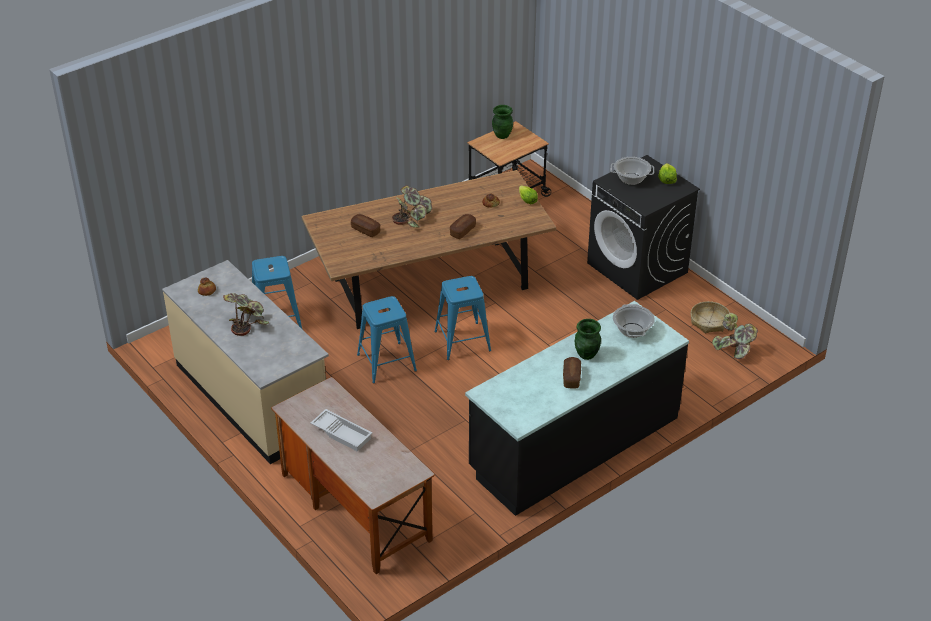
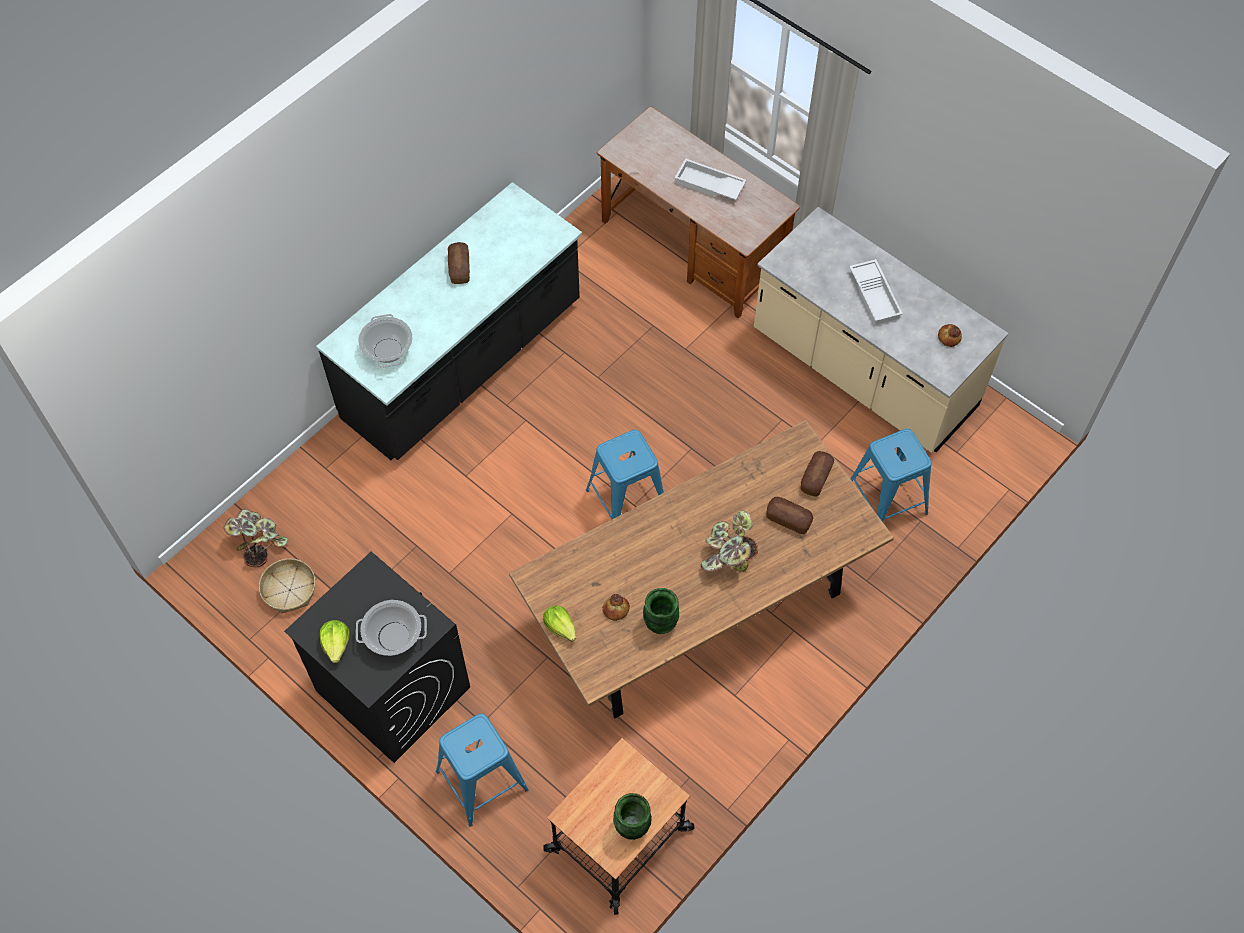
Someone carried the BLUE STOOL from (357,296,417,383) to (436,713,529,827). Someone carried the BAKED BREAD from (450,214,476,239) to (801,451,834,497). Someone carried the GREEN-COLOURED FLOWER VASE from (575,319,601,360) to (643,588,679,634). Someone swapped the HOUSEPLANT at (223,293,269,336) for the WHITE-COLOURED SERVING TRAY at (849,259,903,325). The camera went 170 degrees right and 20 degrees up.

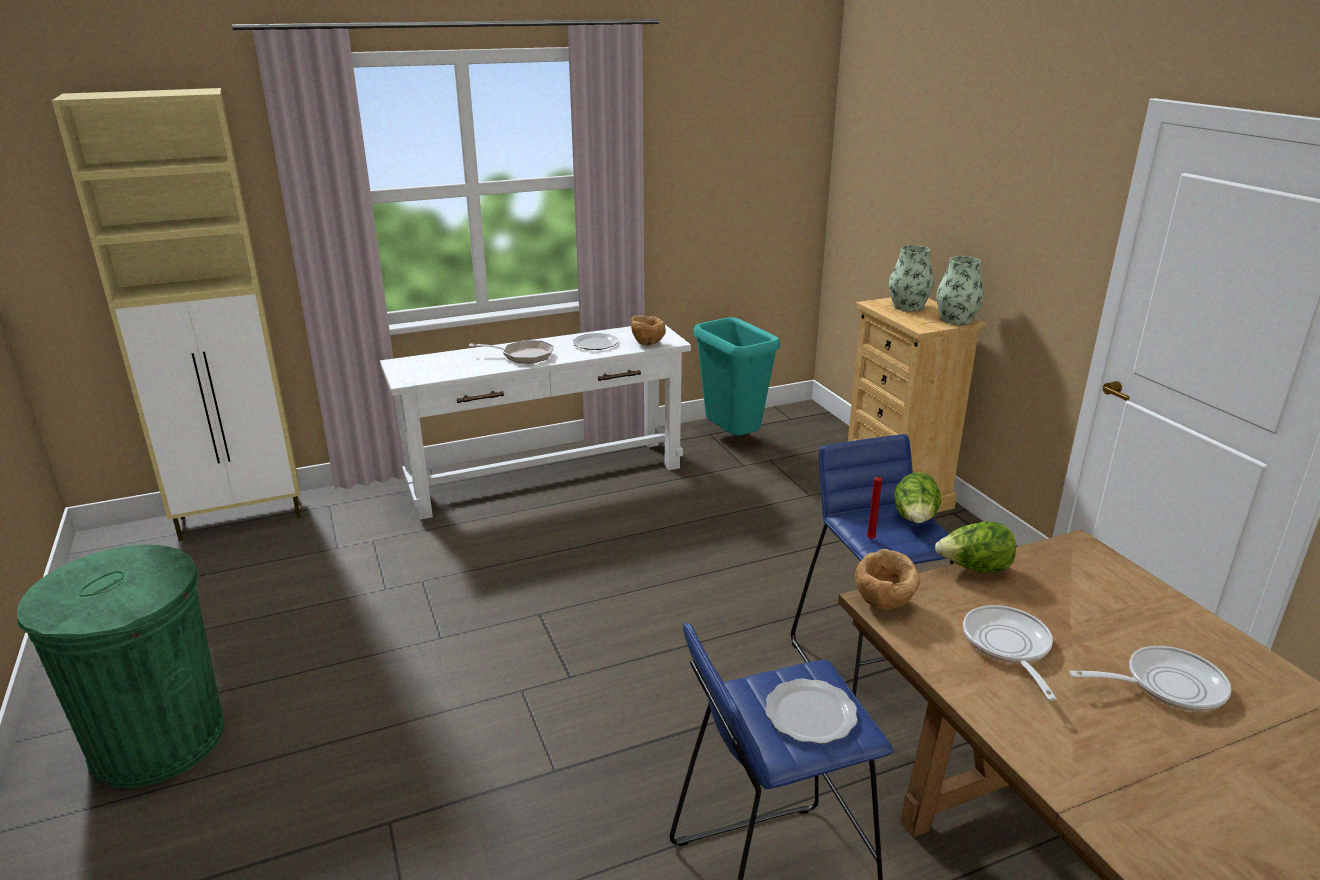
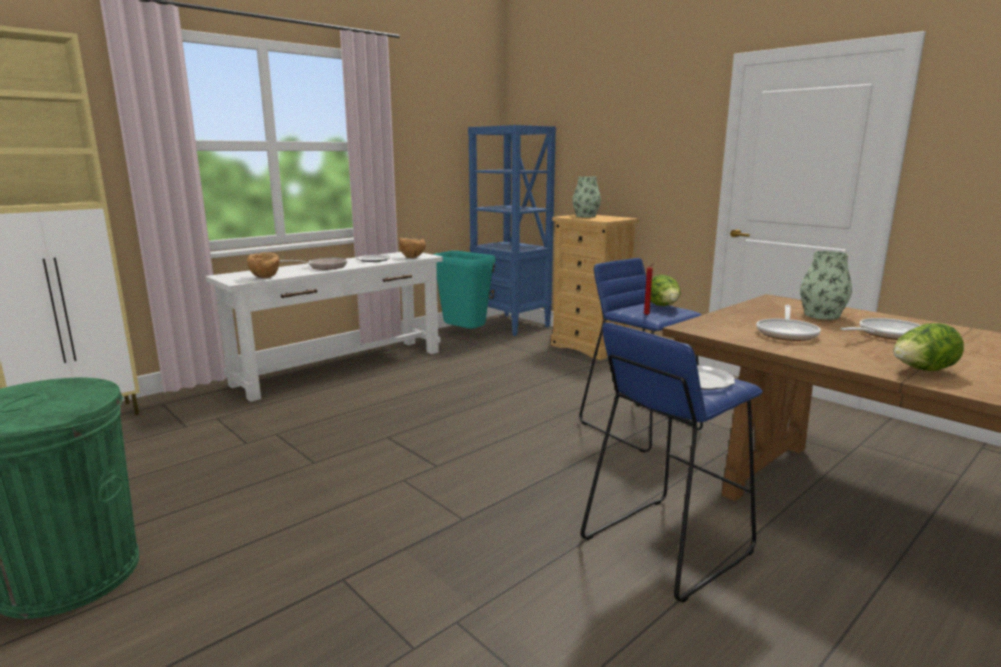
Someone put down the BLUE BOOKSHELF at (468,125,556,336). Someone carried the BROWN SERVING BOWL from (855,549,920,610) to (247,252,280,278). Someone carried the LETTUCE from (935,521,1016,573) to (893,323,964,371). Someone carried the FLOWER VASE from (936,256,984,325) to (800,251,852,320). Someone rotated the FRYING PAN at (963,605,1057,701) by 135 degrees counterclockwise. The camera went 20 degrees left and 10 degrees down.

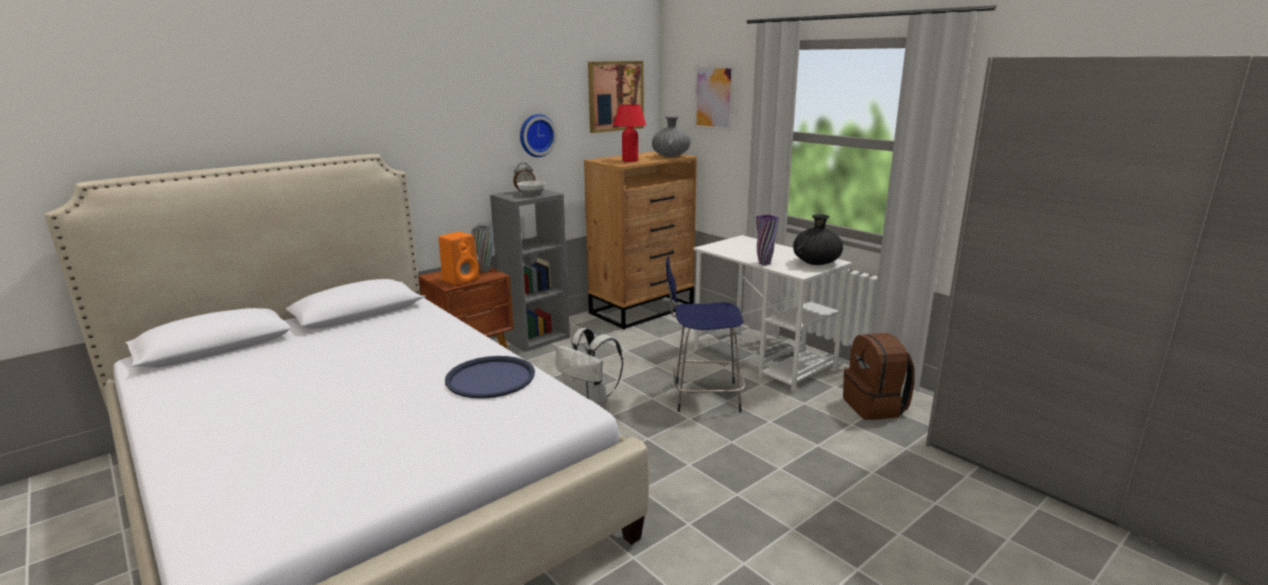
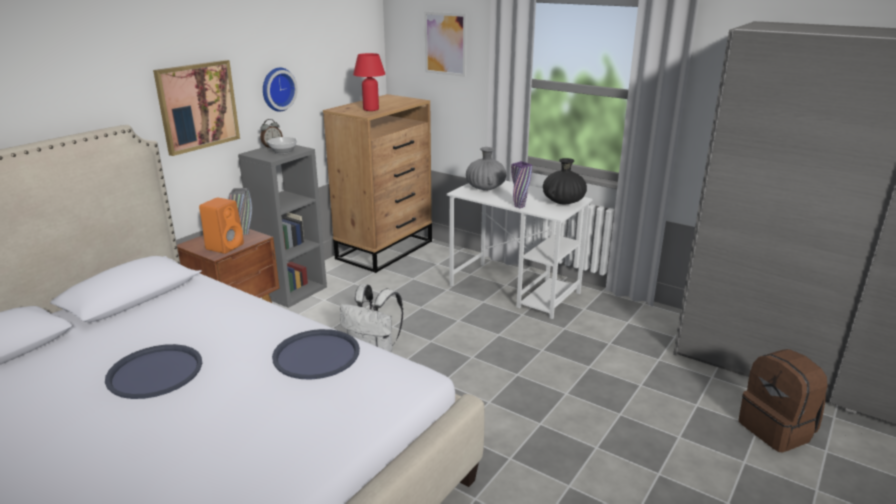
Someone took away the BLUE STOOL at (666,257,745,413). Someone put down the BLUE SERVING TRAY at (105,344,202,399). Someone carried the WALL ART from (588,61,644,133) to (153,60,240,156). Someone carried the GRAY FLOWER VASE from (652,116,690,157) to (466,147,506,191). Someone carried the BROWN RUCKSACK from (843,333,915,420) to (738,349,828,453). The camera went 15 degrees left and 5 degrees up.

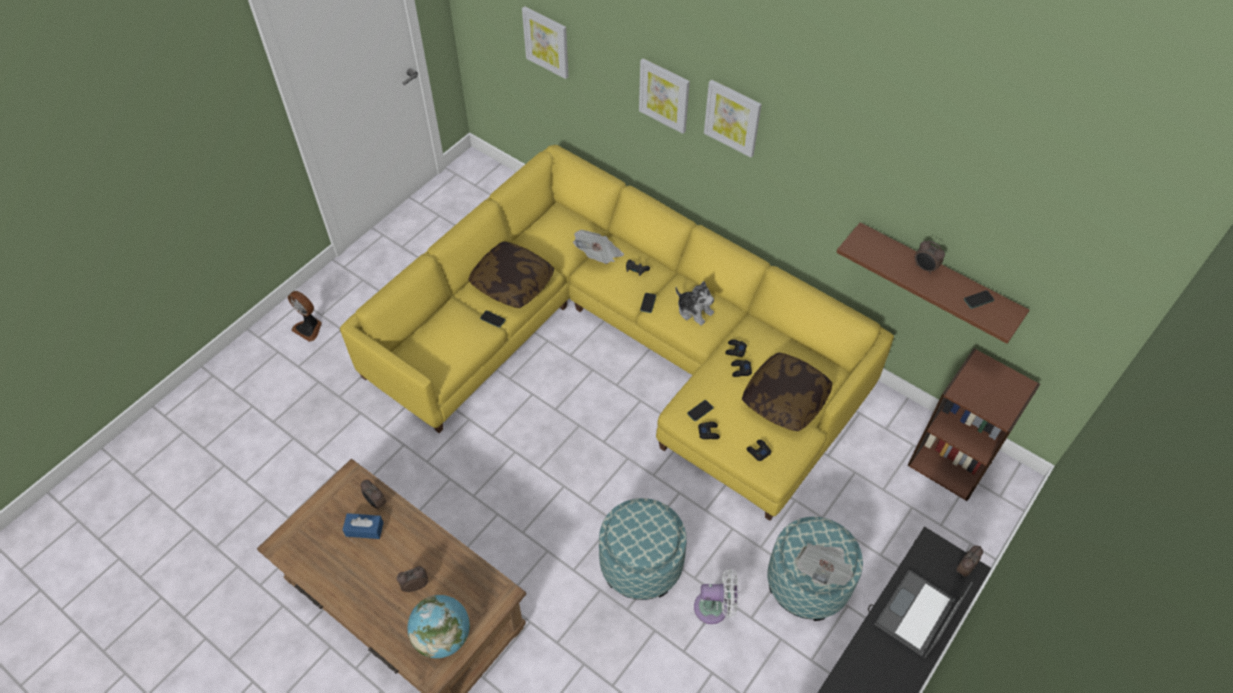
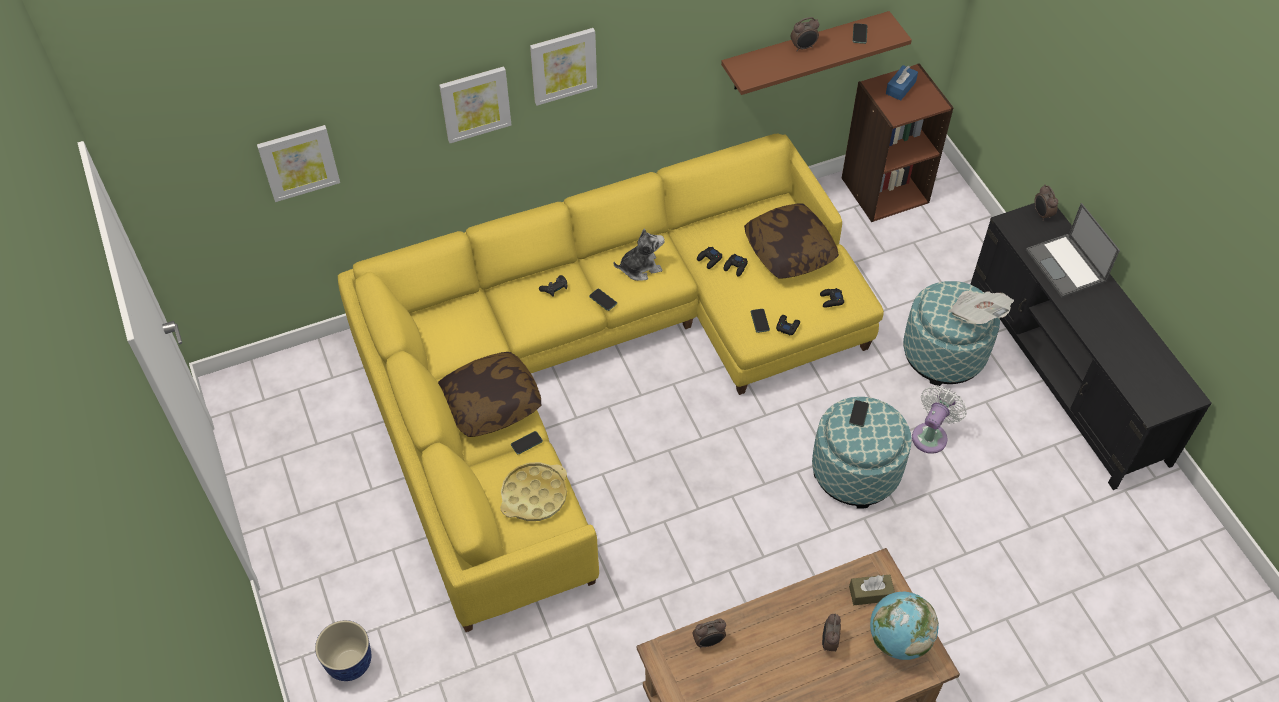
Someone took away the NEWSPAPER at (573,230,624,264). Someone put down the YELLOW SERVING TRAY at (500,462,567,521). Someone put down the HANDSET at (849,400,869,427). Someone put down the BROWN TISSUE BOX at (849,574,895,605). Someone carried the BLUE TISSUE BOX from (342,513,384,539) to (886,65,918,101). Someone swapped the COOLING FAN at (288,291,322,342) for the PLANT POT at (315,620,371,681). The camera went 60 degrees left and 0 degrees up.

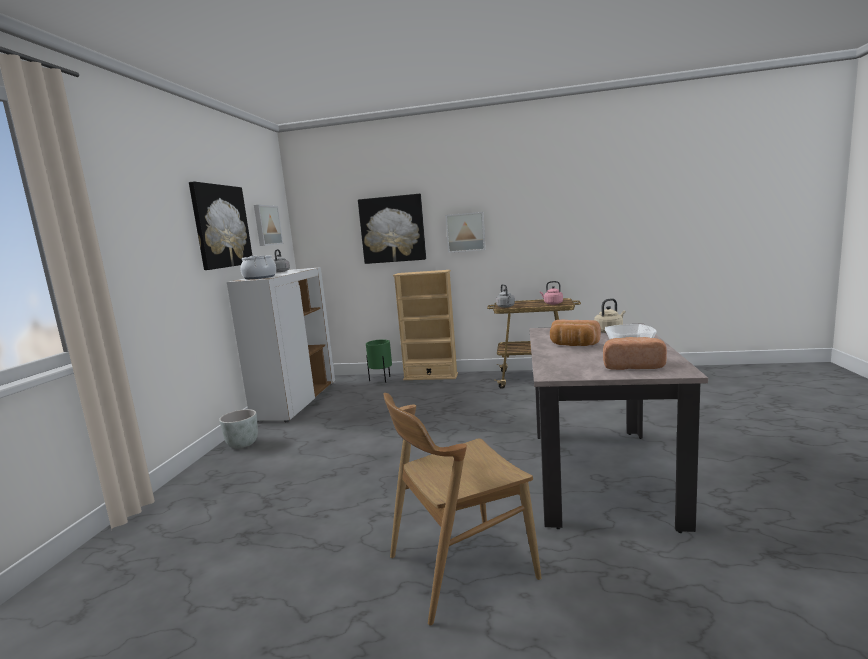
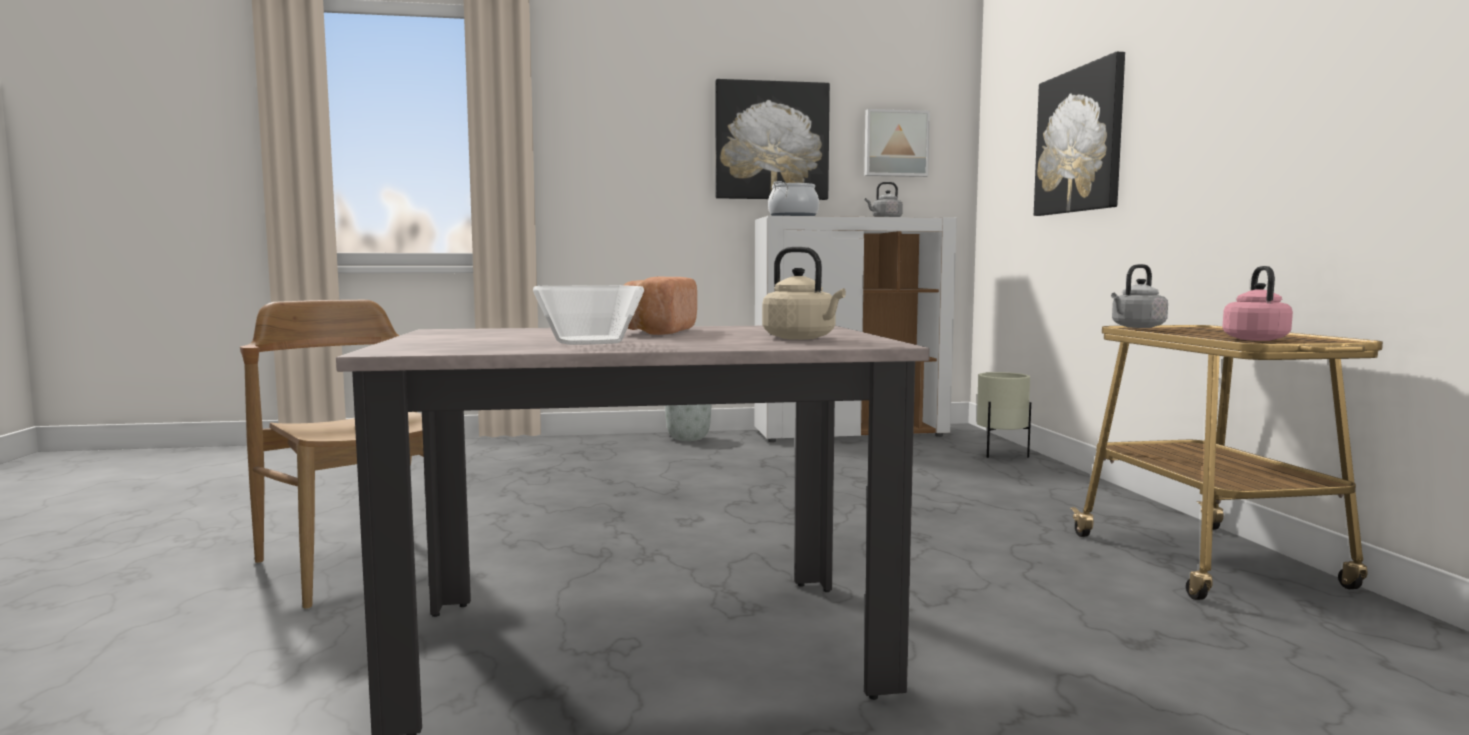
Someone took away the BEIGE-COLOURED BOOKSHELF at (393,270,458,380). Someone took away the WALL ART at (445,212,486,253). Someone took away the BAKED BREAD at (603,337,667,370). Someone repainted the GREEN-COLOURED PLANT POT at (366,339,392,383), which became the BEIGE-COLOURED PLANT POT at (977,372,1031,458). The camera went 70 degrees right and 5 degrees down.

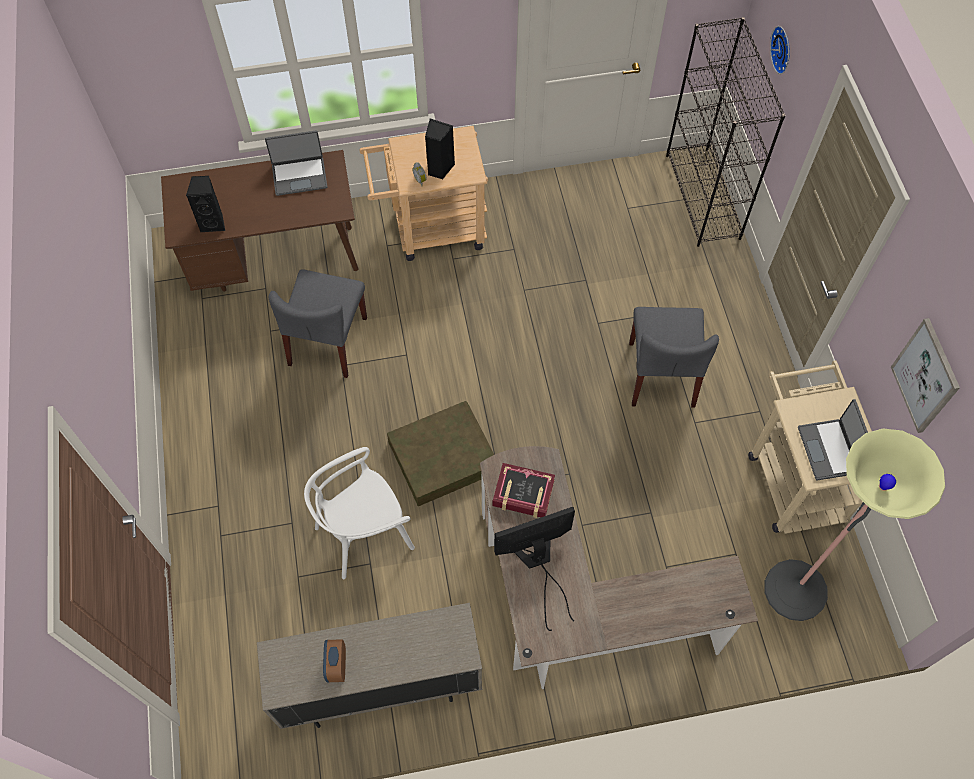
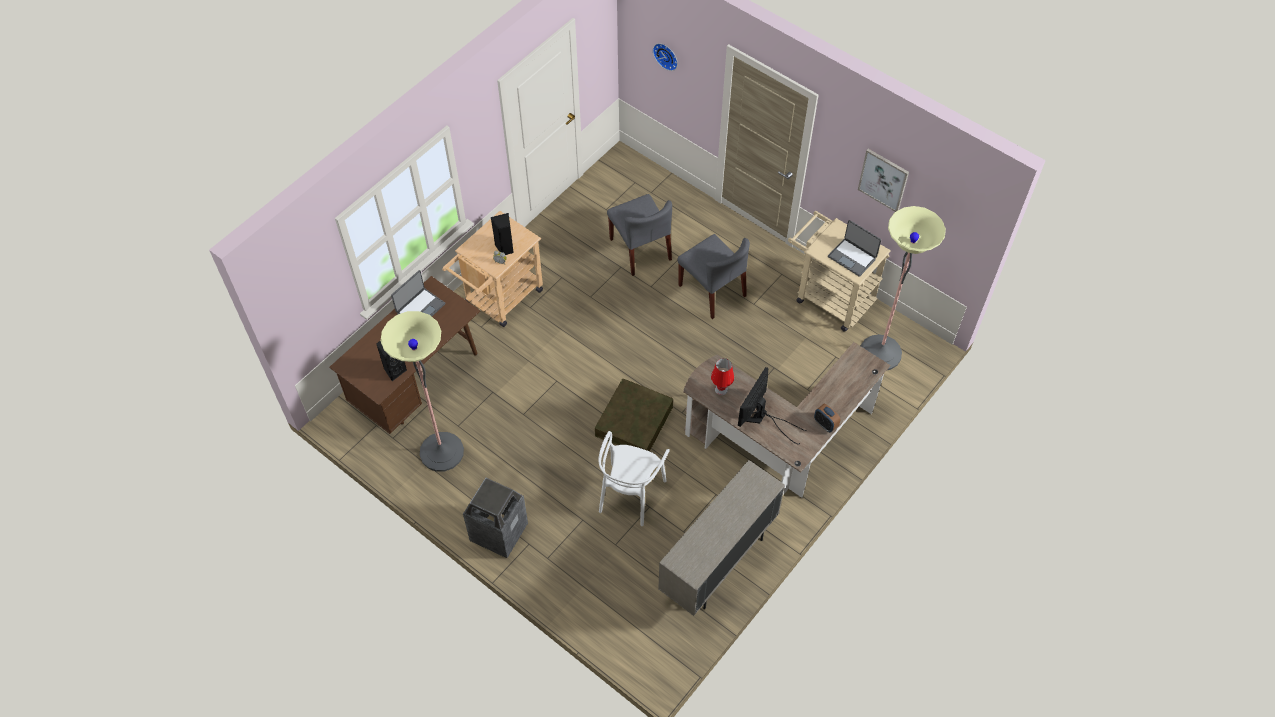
Someone took away the BLACKISH BOOKSHELF at (666,17,786,247). Someone put down the STANDING LAMP at (381,311,464,472). Someone put down the TRASH CAN at (463,478,528,558). Someone carried the GRAY PLAIN CHAIR from (269,269,367,378) to (607,194,672,276). Someone carried the BEDSIDE CLOCK from (323,639,346,682) to (814,404,840,432). Someone swapped the BOUND BOOK at (493,463,555,518) for the RED-COLOURED LAMP FOR A TABLE at (711,358,734,395). The camera went 40 degrees left and 5 degrees down.

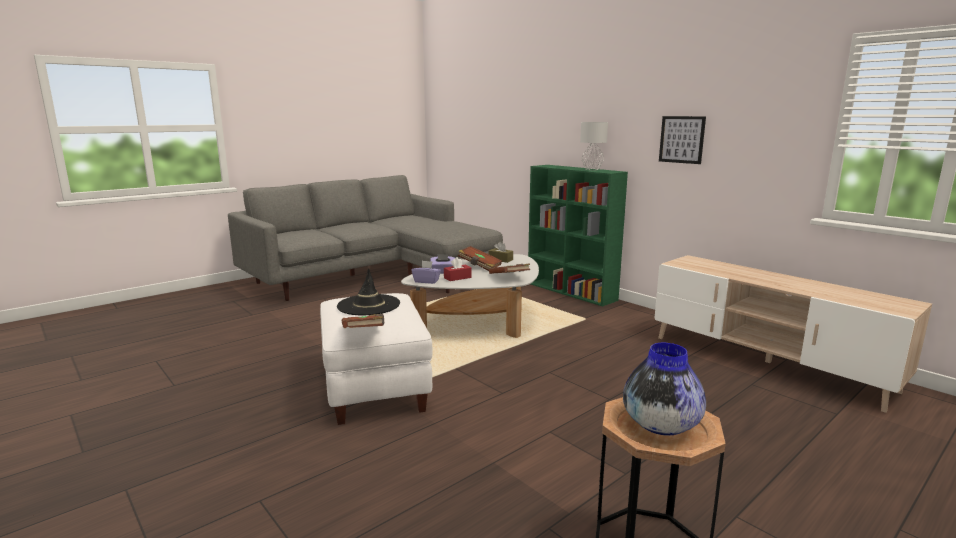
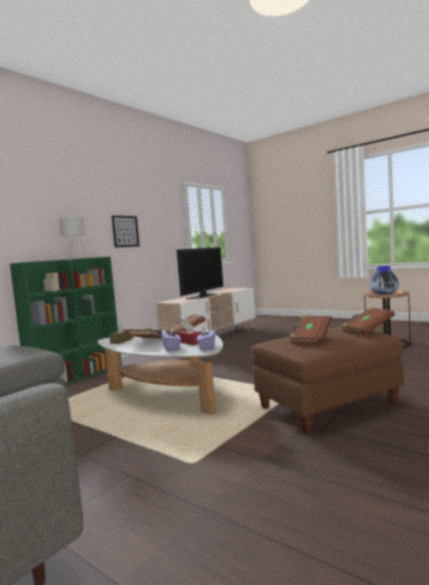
Someone put down the TV at (177,247,223,299). Someone swapped the BLACKISH HAT at (337,268,400,315) for the BROWN BOUND BOOK at (289,315,332,344). Someone repainted the WHITE-COLOURED OTTOMAN at (320,293,432,425), which became the BROWN OTTOMAN at (251,326,404,434). The camera went 100 degrees left and 10 degrees down.

